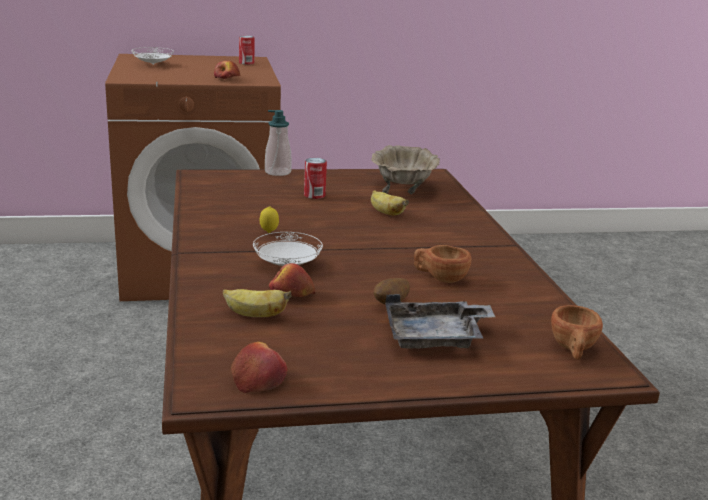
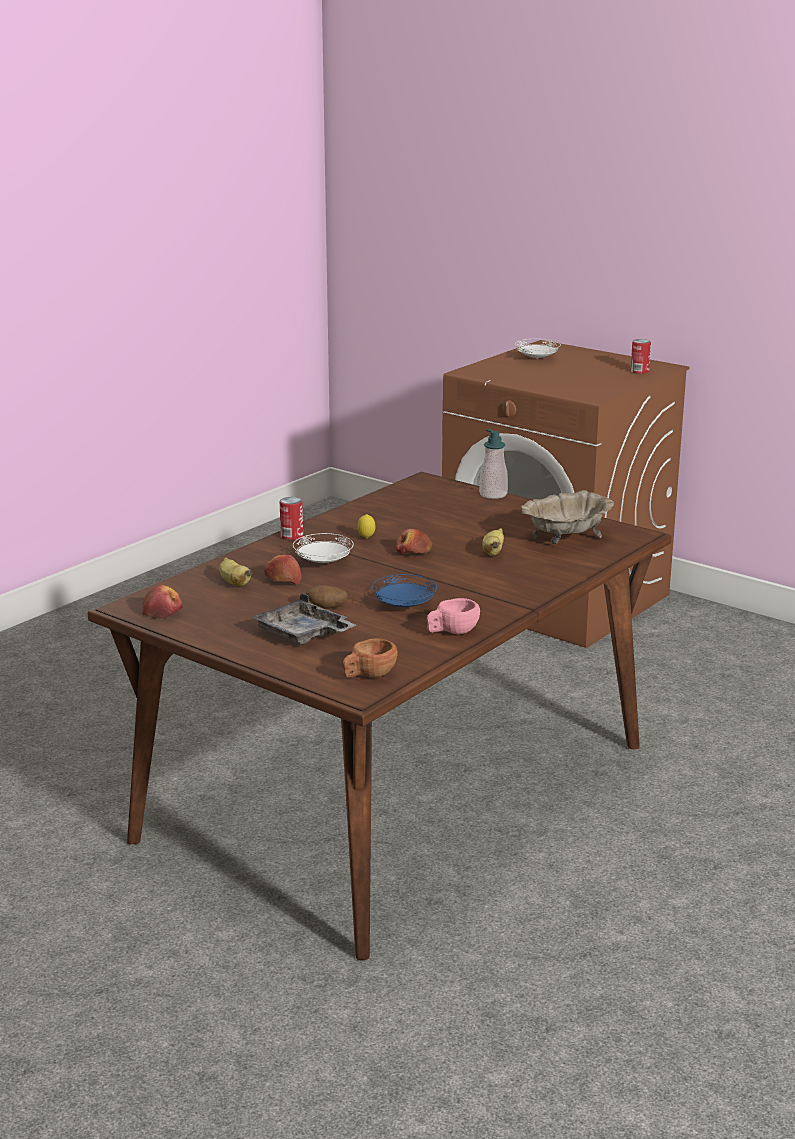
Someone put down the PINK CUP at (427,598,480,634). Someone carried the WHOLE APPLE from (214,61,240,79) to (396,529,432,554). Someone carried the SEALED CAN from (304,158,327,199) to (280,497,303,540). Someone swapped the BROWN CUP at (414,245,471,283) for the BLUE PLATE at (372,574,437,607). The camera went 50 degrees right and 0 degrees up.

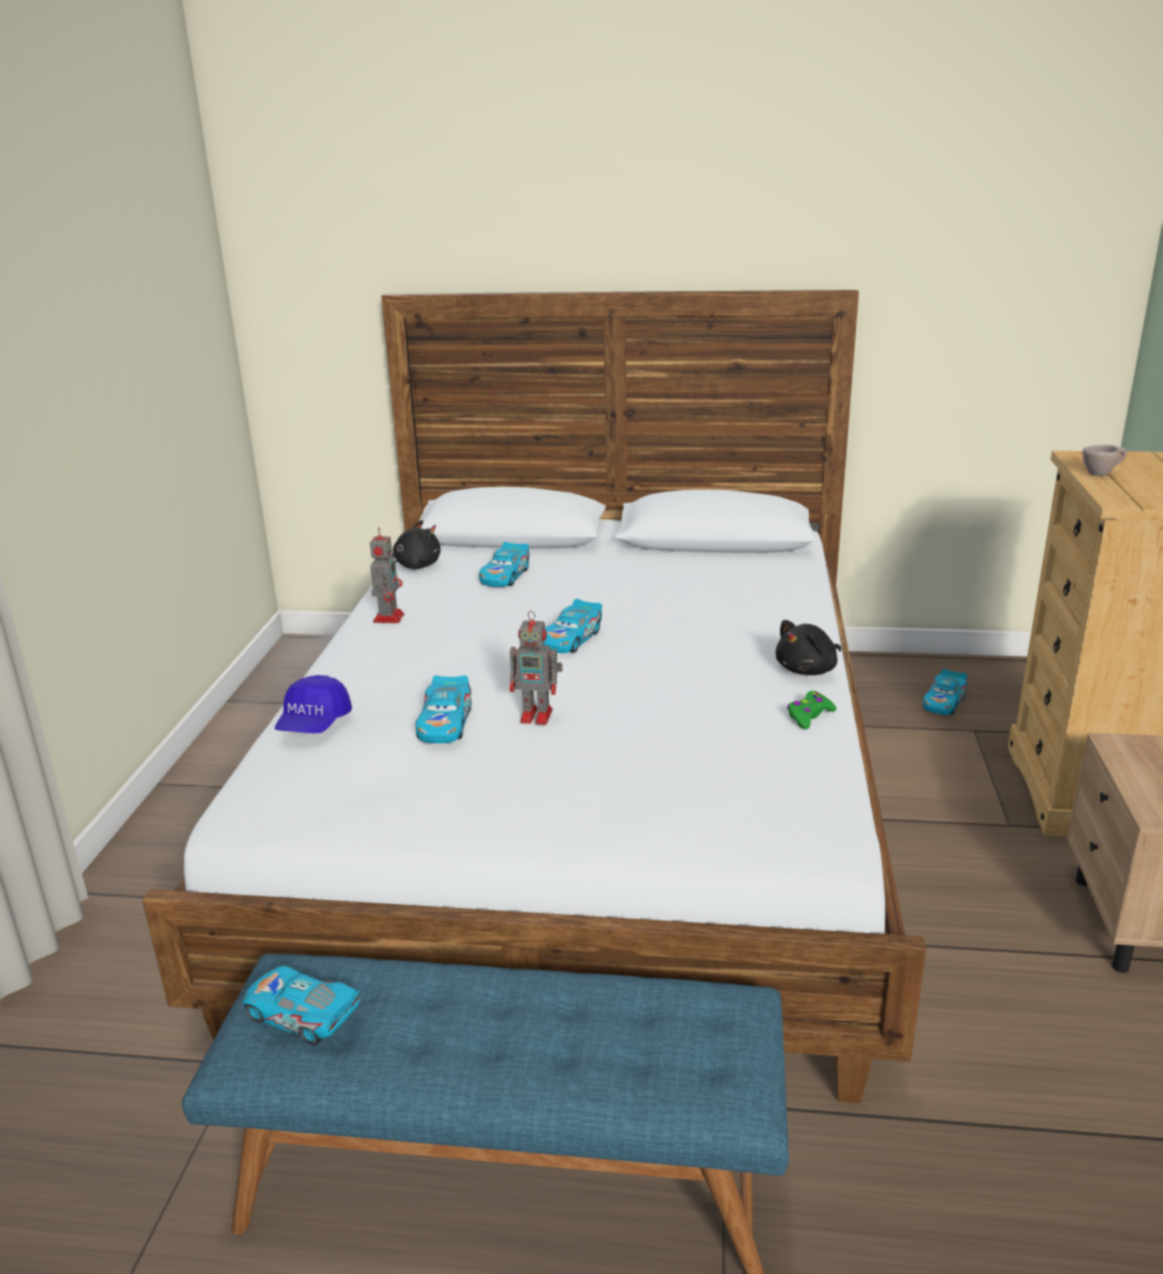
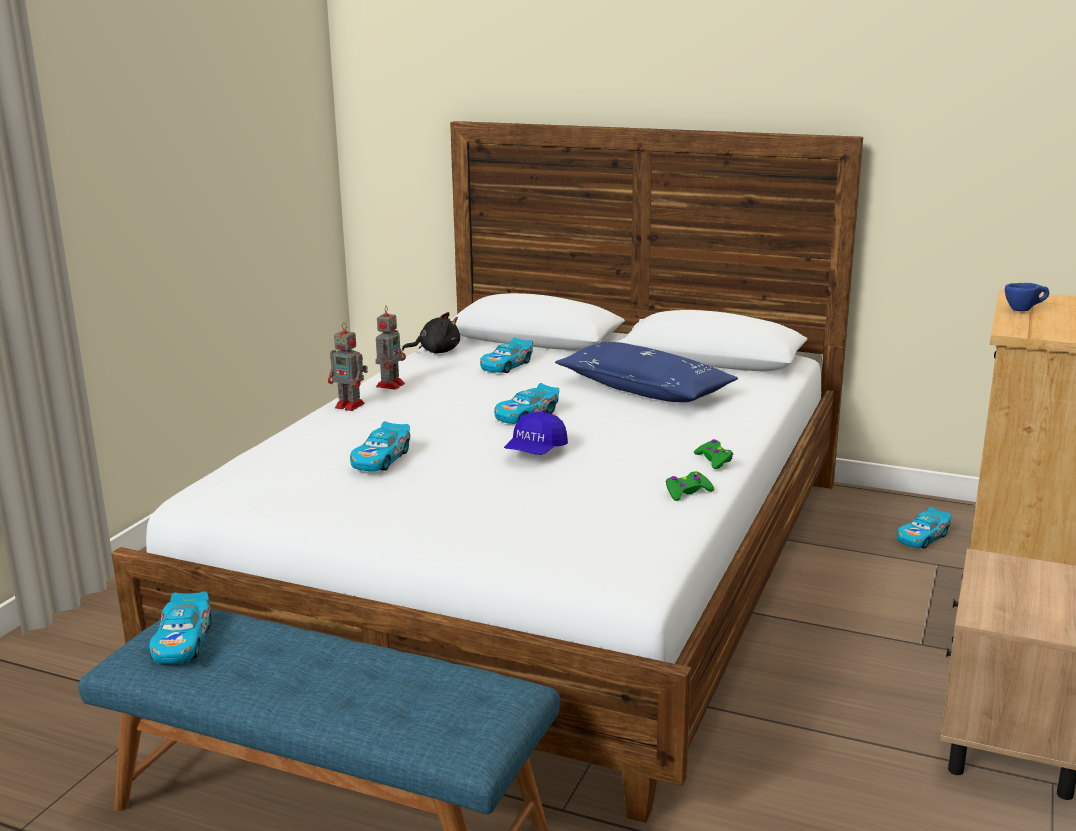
Someone put down the BLUE PILLOW at (555,342,738,402). Someone carried the BLUE CAP from (275,675,352,733) to (504,412,568,455). Someone carried the ROBOT FIGURE from (510,611,563,725) to (328,323,368,411). Someone swapped the BLACKISH PLUSH TOY at (776,620,841,675) for the GREEN-COLOURED GAMEPAD at (694,439,733,469). Someone repainted the BEIGE-COLOURED CUP at (1082,445,1127,476), which became the BLUE CUP at (1005,283,1049,311). Someone rotated the TOY CAR at (243,966,361,1045) by 135 degrees counterclockwise. The camera went 15 degrees right and 5 degrees down.

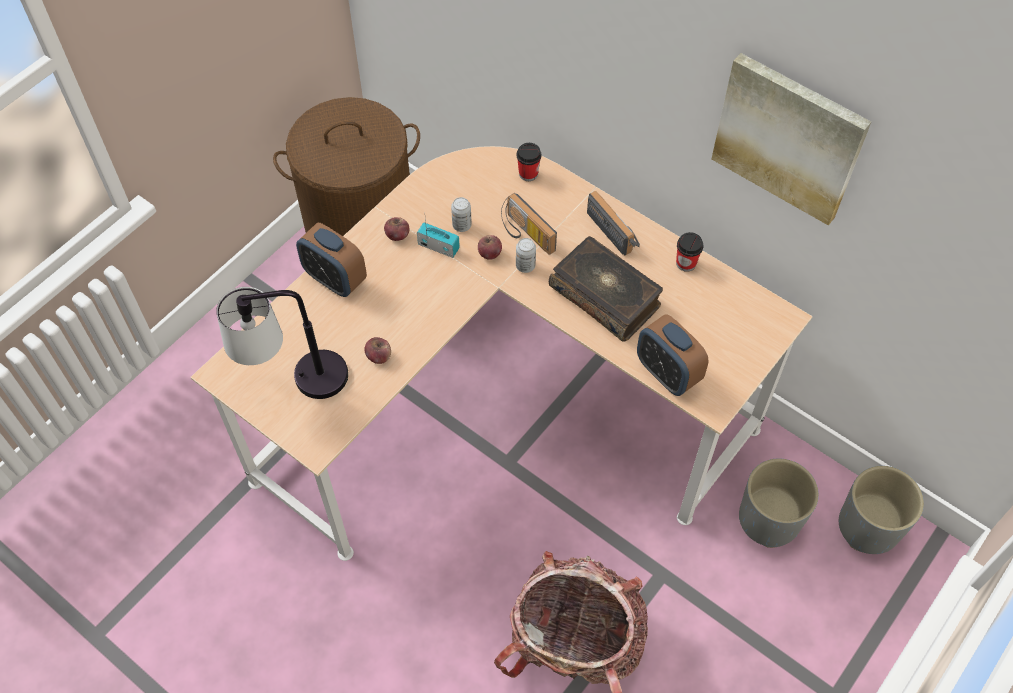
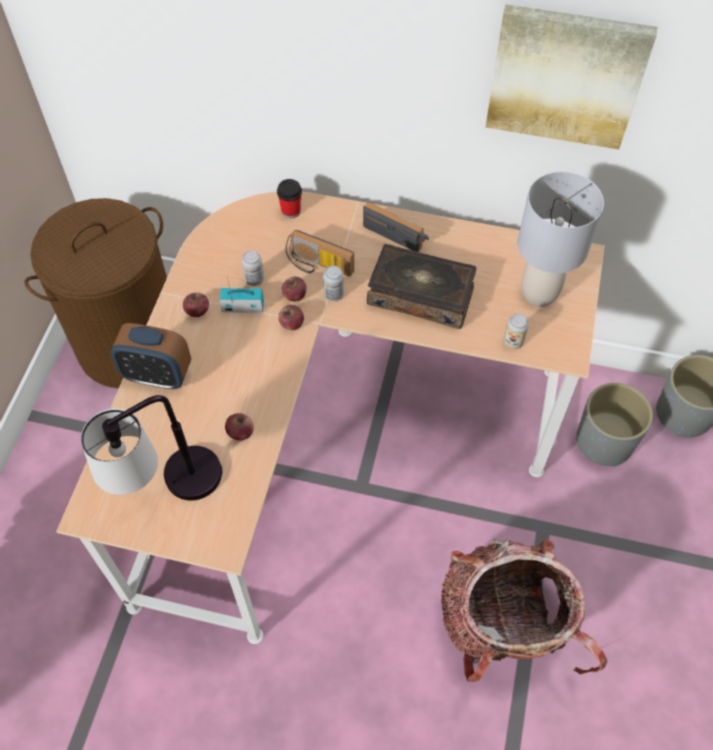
Someone took away the CUP at (676,232,703,272). Someone put down the WHOLE APPLE at (278,305,304,330). Someone put down the GRAY LAMP FOR A TABLE at (517,171,604,307). Someone swapped the BEDSIDE CLOCK at (637,314,709,396) for the SEALED CAN at (503,314,529,349). The camera went 25 degrees left and 0 degrees up.

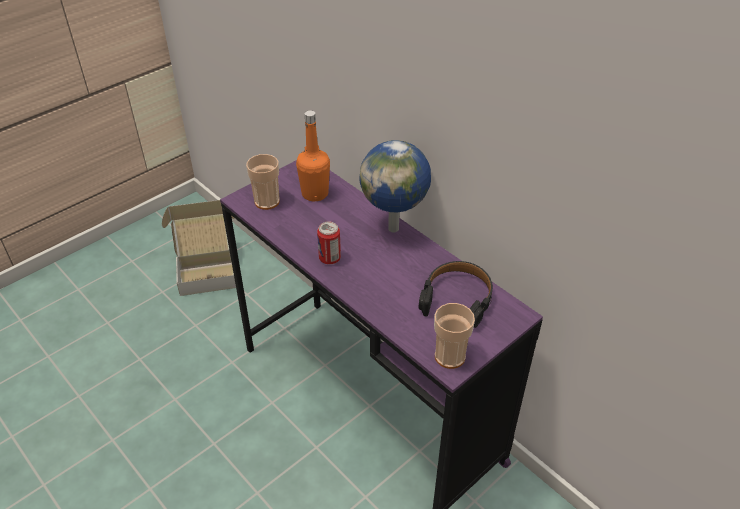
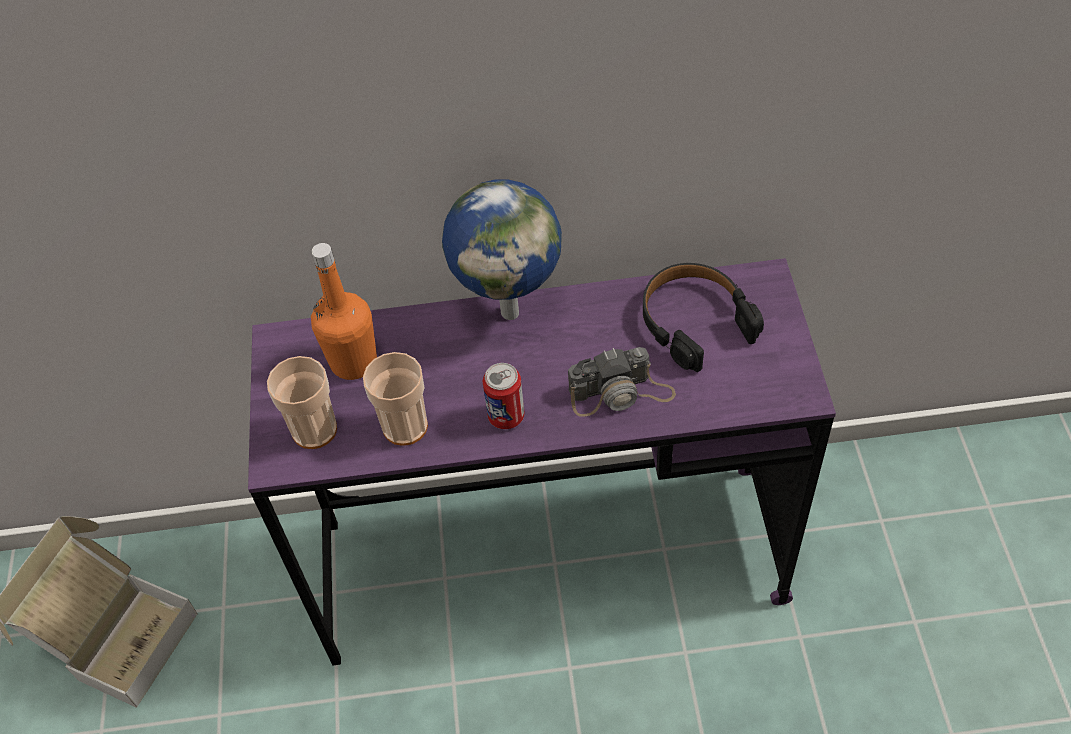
Someone put down the STILL CAMERA at (568,347,676,417). Someone carried the CUP from (434,303,475,369) to (363,352,428,446). The camera went 50 degrees left and 10 degrees up.

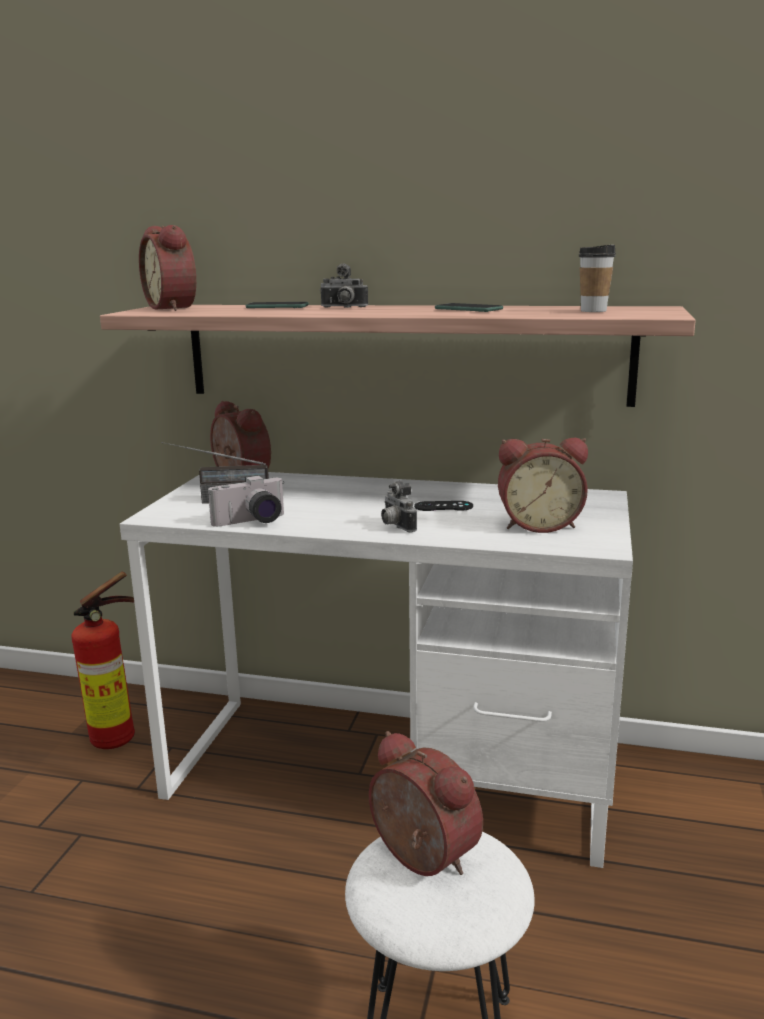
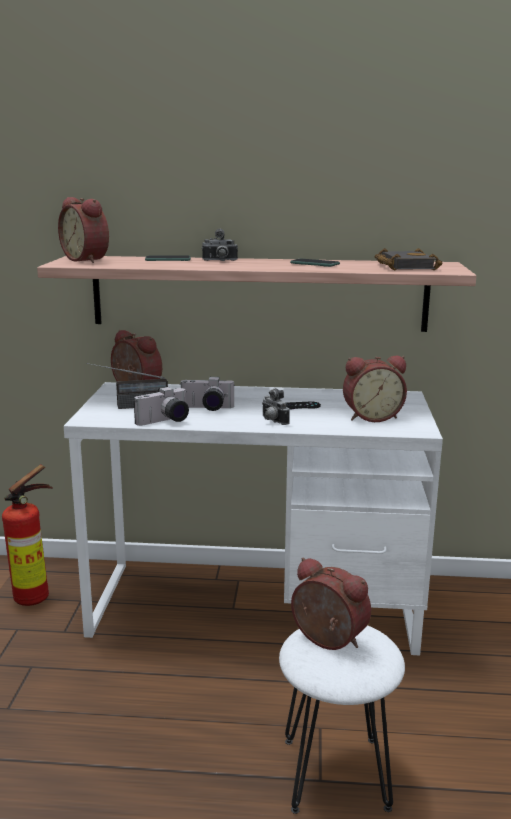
Someone put down the STILL CAMERA at (180,377,235,411). Someone swapped the CUP at (579,245,616,312) for the BLACKISH BOUND BOOK at (375,248,442,271). The camera went 10 degrees left and 0 degrees up.

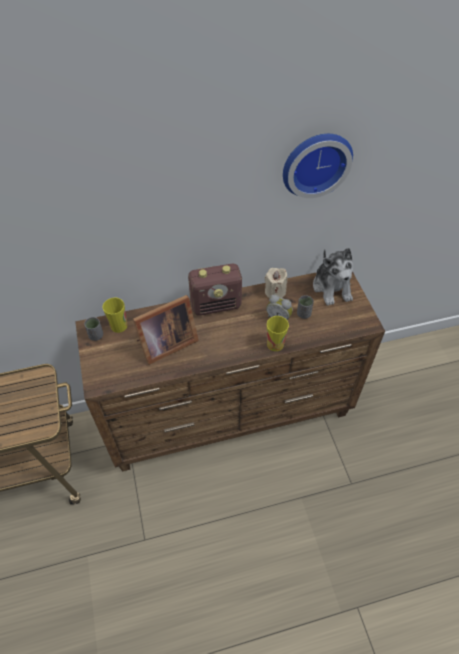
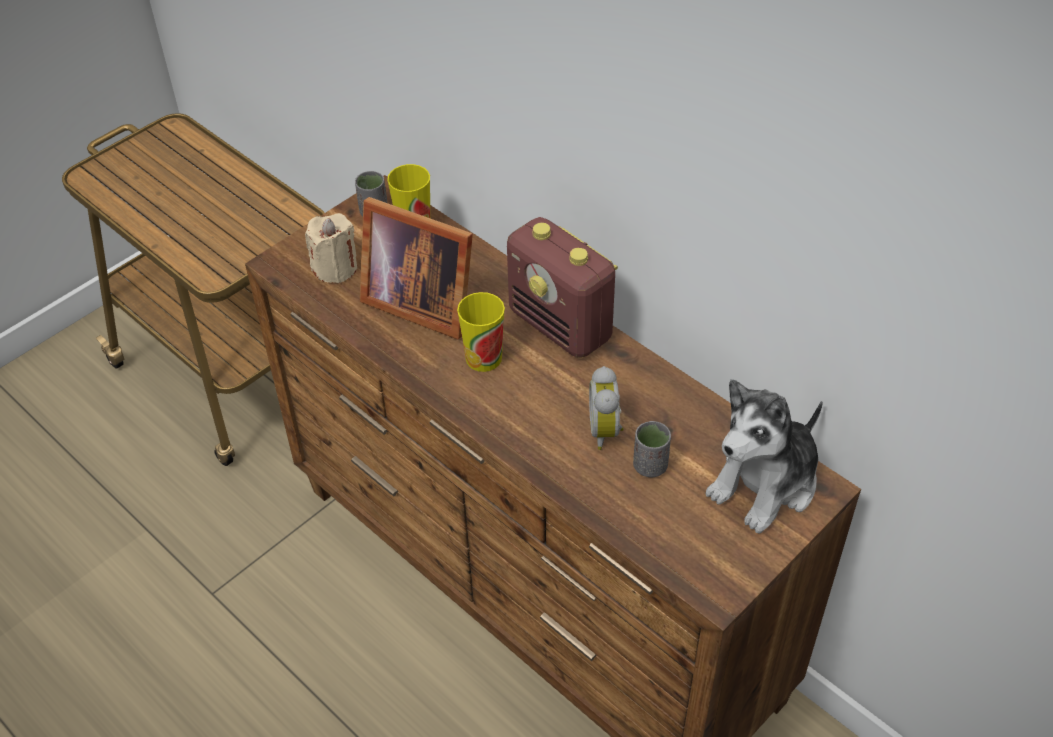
Someone took away the WALL CLOCK at (283,134,353,198). Someone carried the BEIGE-COLOURED CANDLE from (264,268,287,298) to (305,213,357,283). Someone carried the CUP from (267,316,289,351) to (457,292,505,372). The camera went 60 degrees right and 5 degrees down.

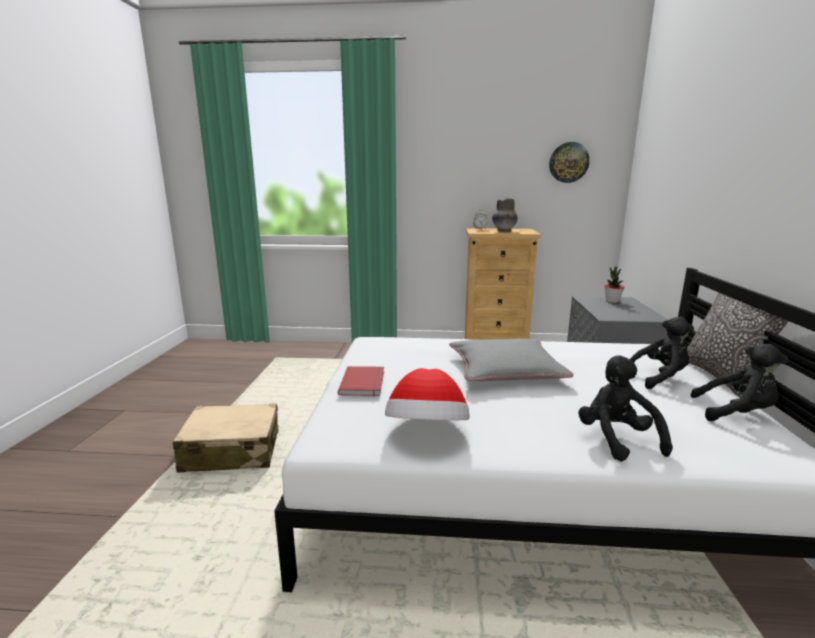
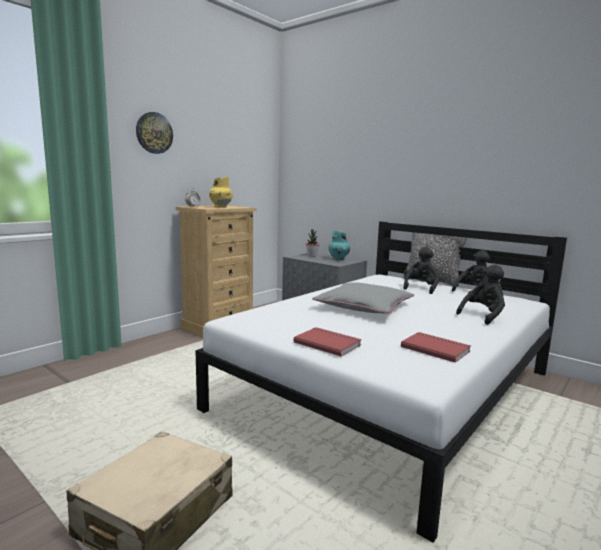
Someone put down the TURQUOISE FLOWER VASE at (328,231,350,260). Someone carried the WALL CLOCK from (549,142,590,183) to (136,112,173,154). Someone swapped the HAT at (385,368,470,420) for the RED-COLOURED BOUND BOOK at (401,332,471,363). Someone repainted the GRAY FLOWER VASE at (492,198,518,232), which became the YELLOW FLOWER VASE at (209,176,233,208). Someone rotated the BLACKISH PLUSH TOY at (578,355,672,462) by 120 degrees clockwise. The camera went 55 degrees left and 5 degrees down.

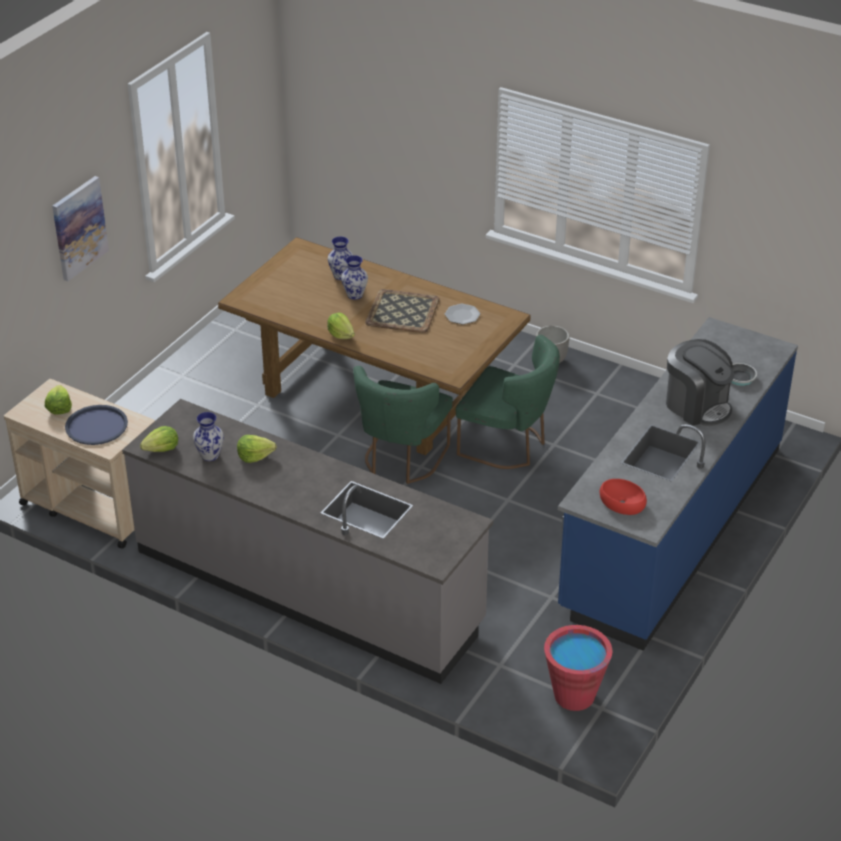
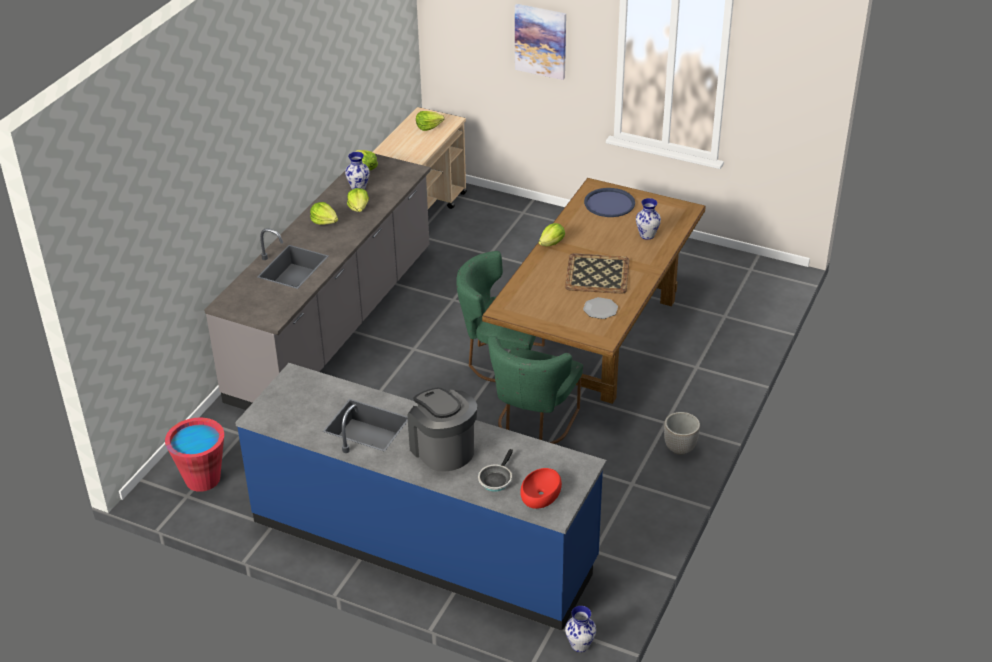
Someone put down the LETTUCE at (310,202,338,225). Someone carried the BLUE SERVING TRAY from (65,405,128,445) to (584,188,635,217). Someone carried the FLOWER VASE from (341,255,368,300) to (565,606,596,652). Someone carried the RED-COLOURED SERVING BOWL from (600,479,647,515) to (520,468,562,509). Someone rotated the COFFEE BREWER at (666,339,734,426) by 105 degrees clockwise. The camera went 85 degrees right and 0 degrees up.

